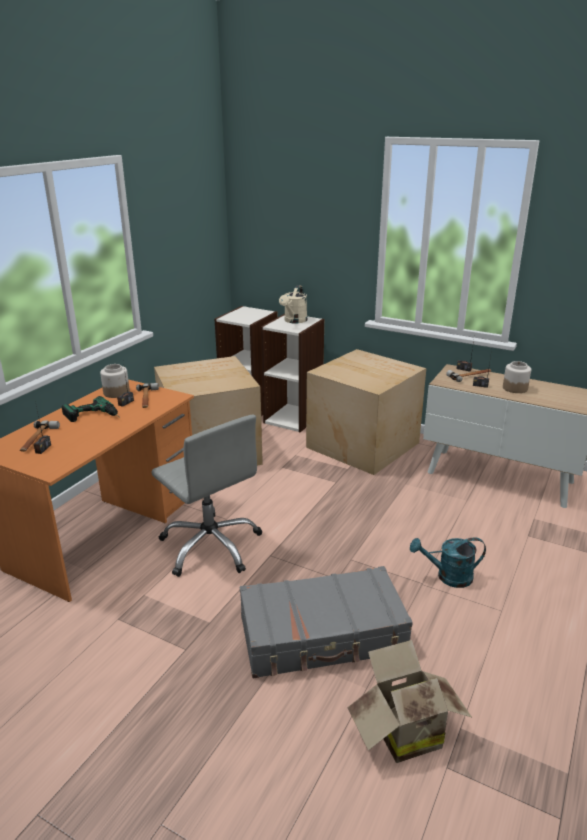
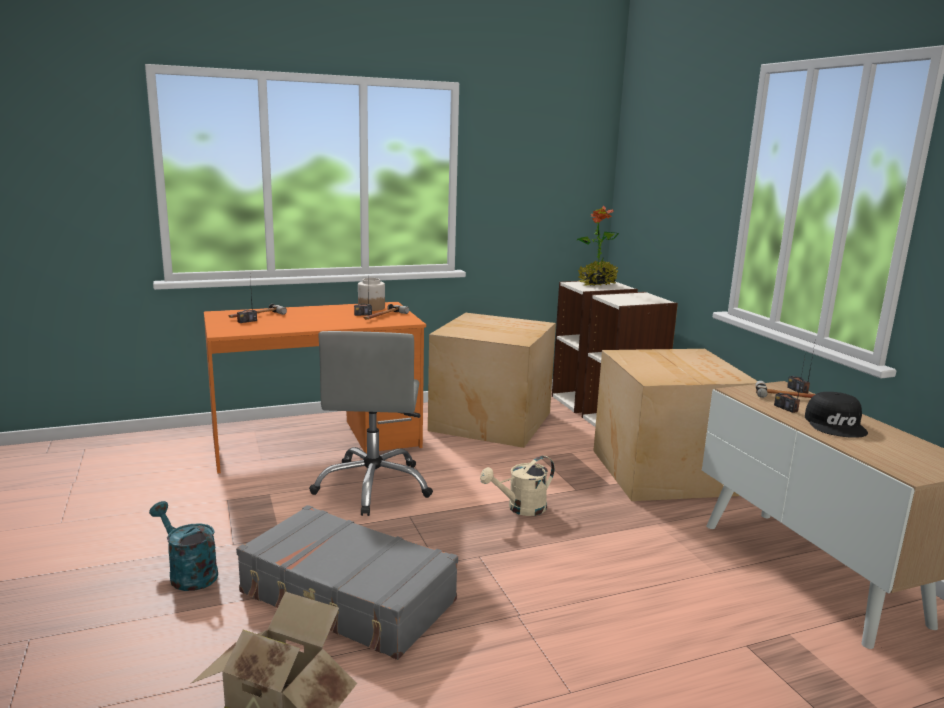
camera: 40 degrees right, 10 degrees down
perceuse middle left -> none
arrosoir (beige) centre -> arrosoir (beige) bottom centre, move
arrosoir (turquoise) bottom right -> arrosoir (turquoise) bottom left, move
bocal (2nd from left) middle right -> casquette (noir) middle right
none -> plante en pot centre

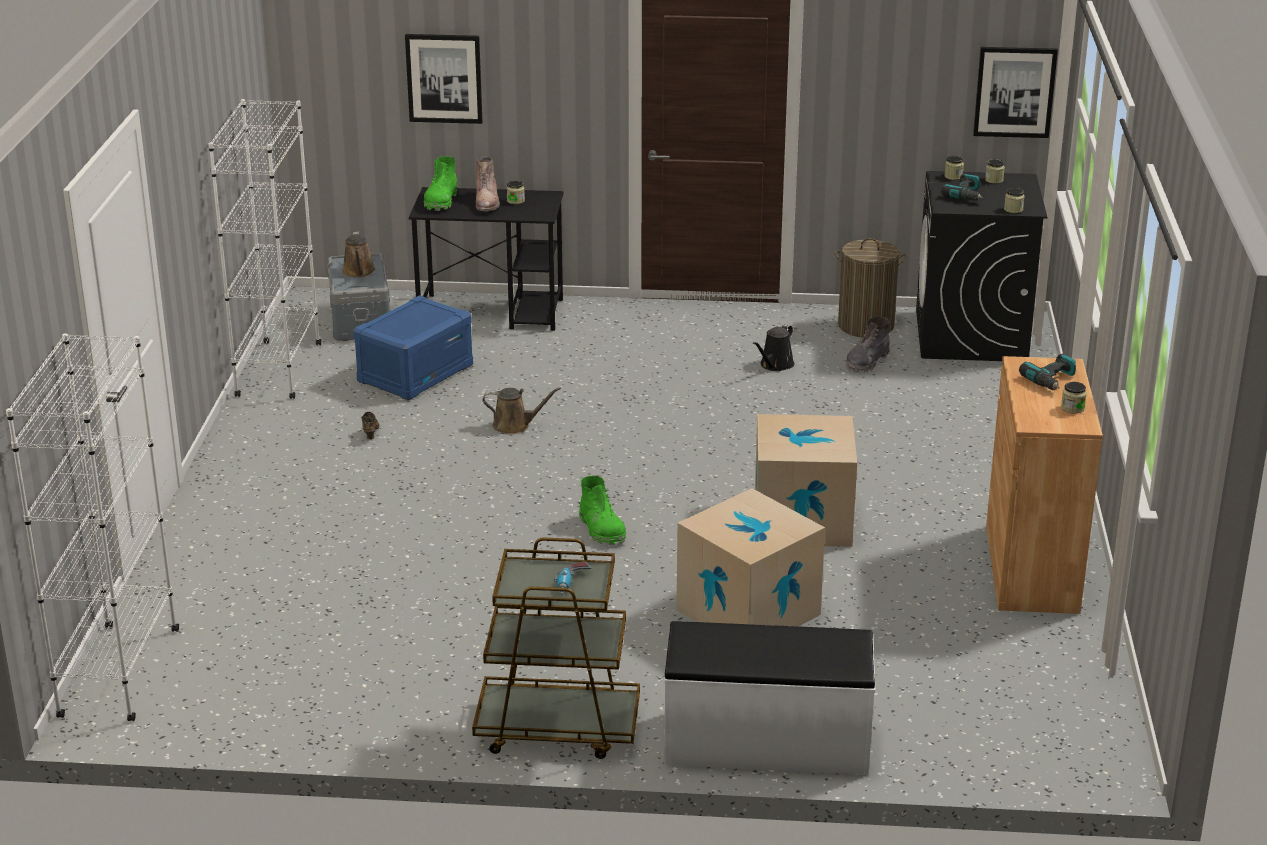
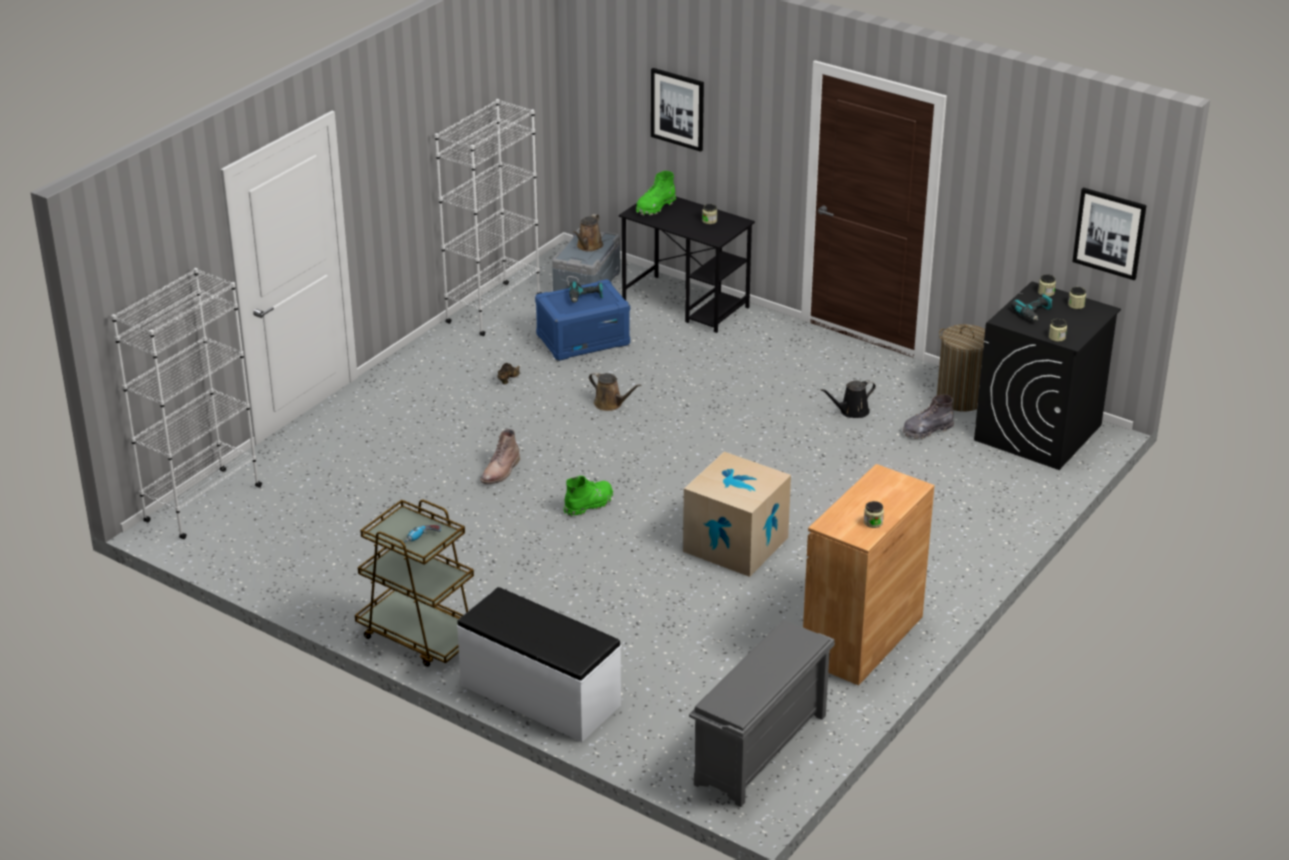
camera: 30 degrees right, 5 degrees up
botte (marron) top centre -> botte (marron) centre, move
botte (vert) (2nd from left in the first image) centre -> botte (vert) (1st from left) centre, 135 degrees counterclockwise
carton (1st from left) centre -> none
perceuse (3rd from left in the first image) middle right -> perceuse (2nd from left) centre, move
none -> étagère à chaussures (gris) bottom centre

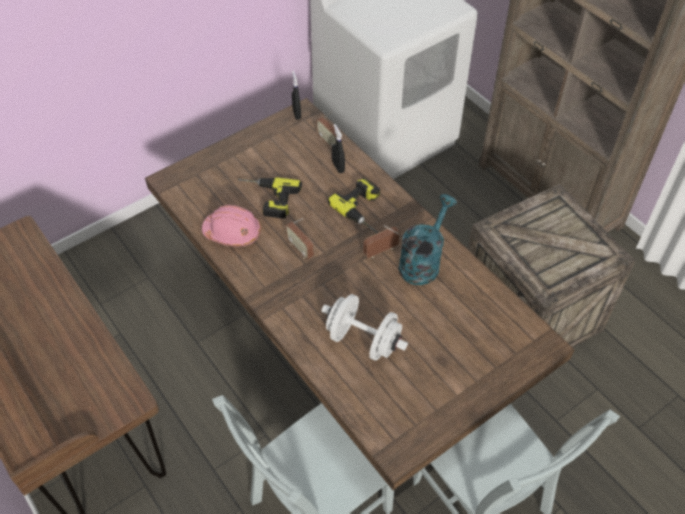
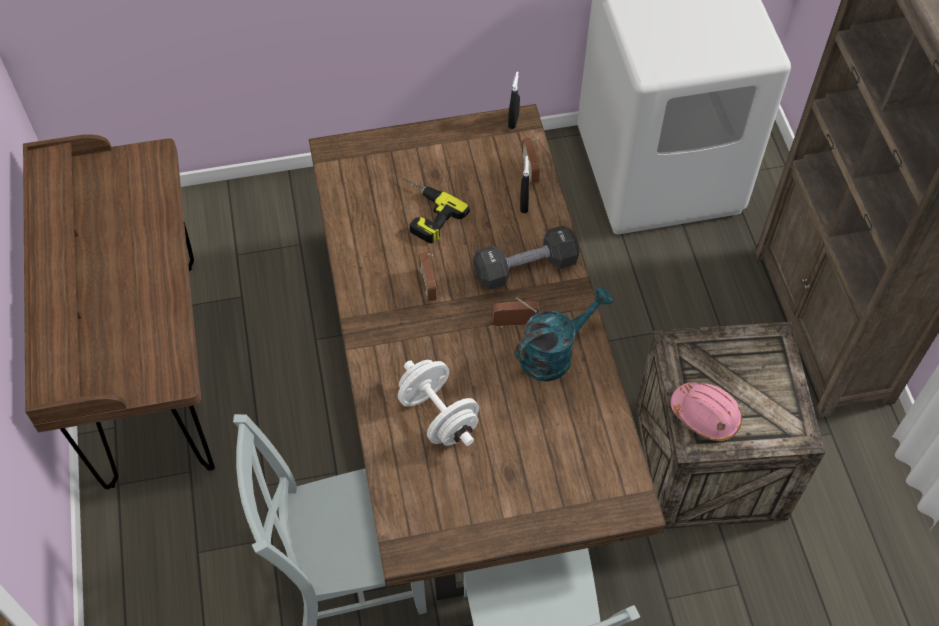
camera: 25 degrees right, 5 degrees up
casque de chantier (rose) centre -> casque de chantier (rose) middle right, move
perceuse (2nd from left) centre -> haltère (noir) centre

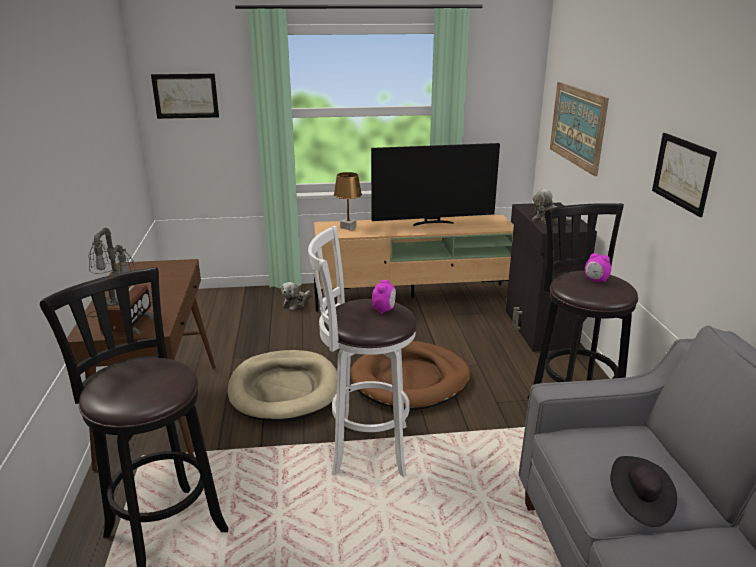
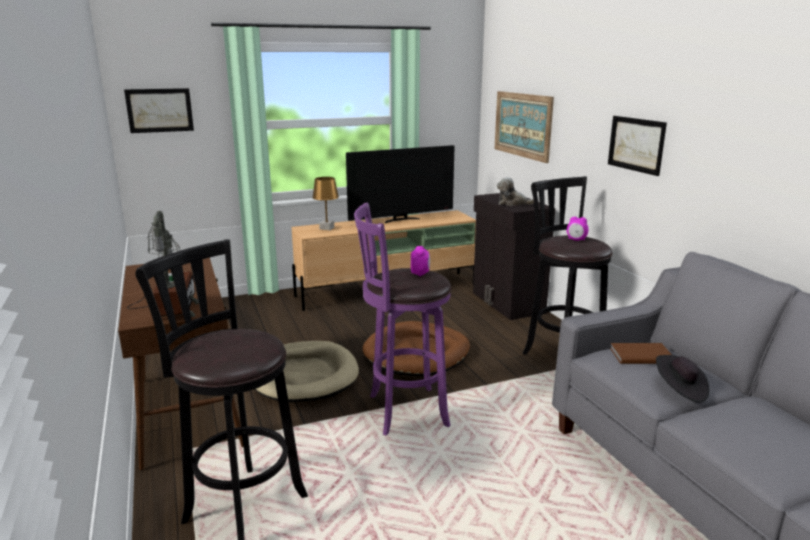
camera: 15 degrees left, 5 degrees down
peluche (1st from left) centre -> none
tabouret (blanc) centre -> tabouret (violet) centre
none -> livre (marron) middle right

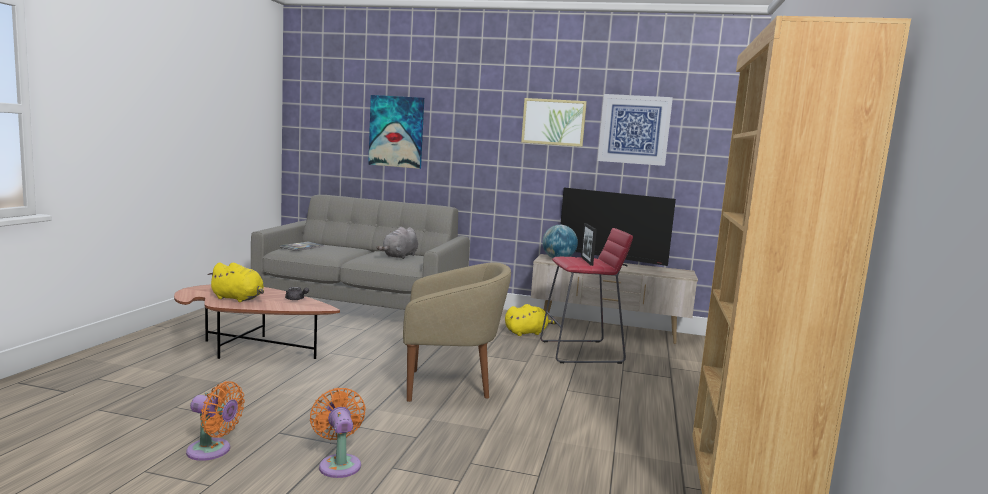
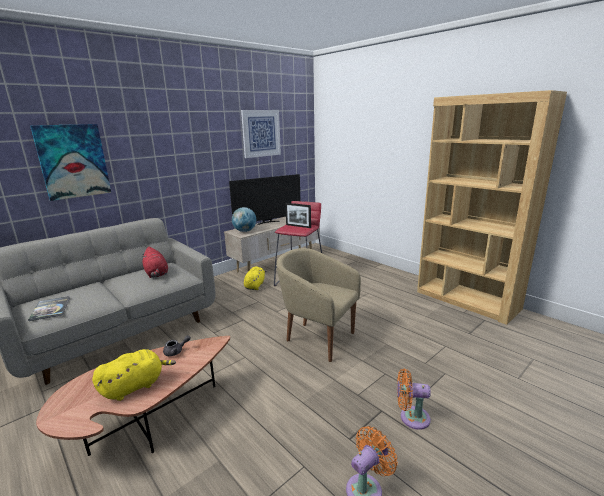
camera: 55 degrees left, 10 degrees up
peluche (gris) centre -> peluche (rouge) middle left
fauteuil (beige) bottom centre -> fauteuil (beige) centre, 90 degrees counterclockwise
tableau (2nd from left) top centre -> none

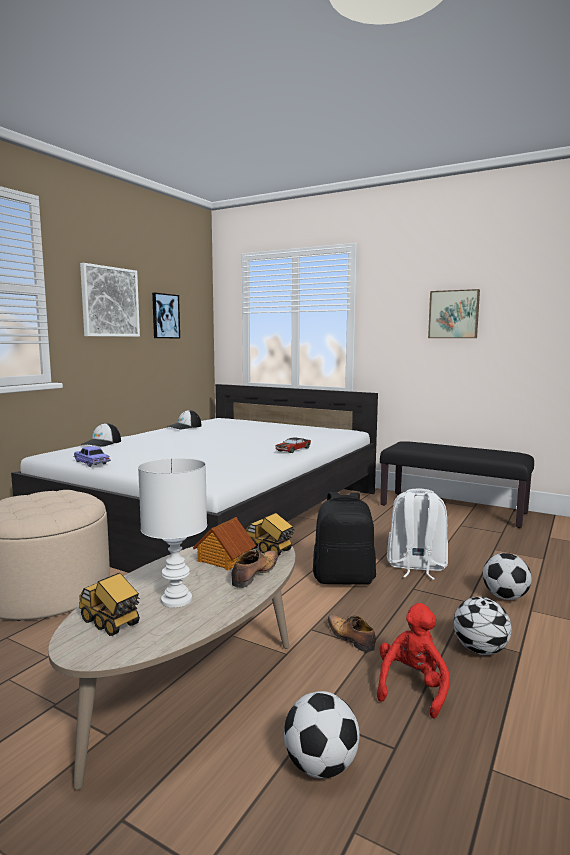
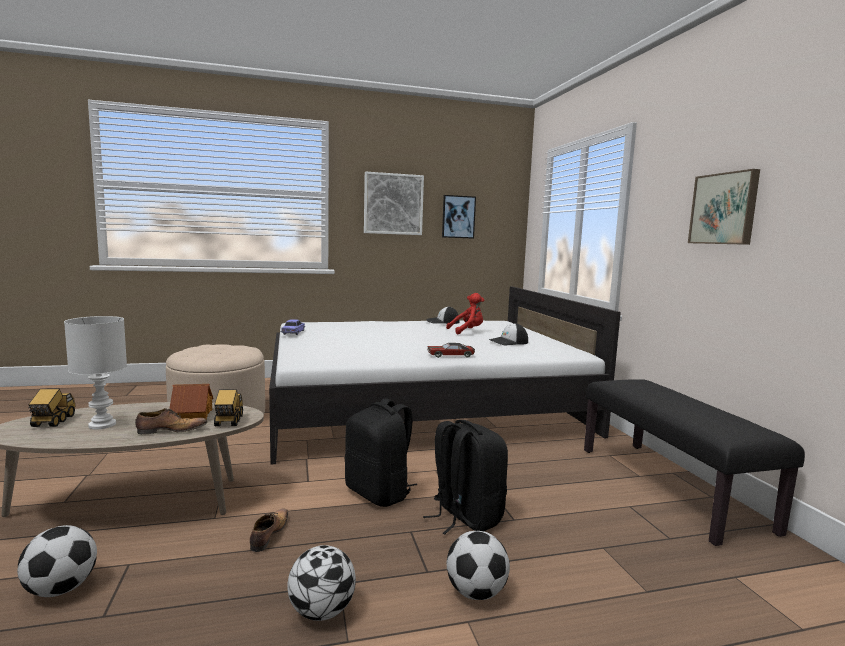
camera: 45 degrees right, 0 degrees up
casquette (1st from left in the first image) middle left -> casquette (2nd from left) centre, move
peluche (rouge) bottom right -> peluche (rouge) centre, move
sac à dos (blanc) middle right -> sac à dos (noir) (2nd from left) bottom centre

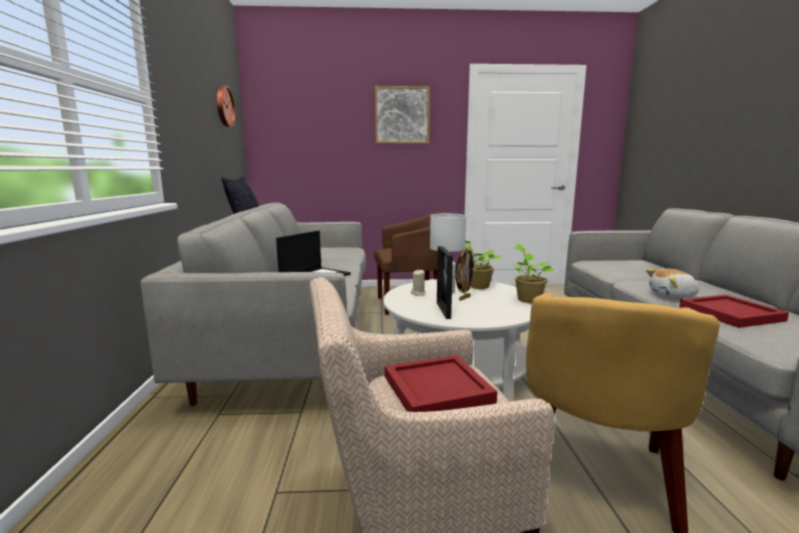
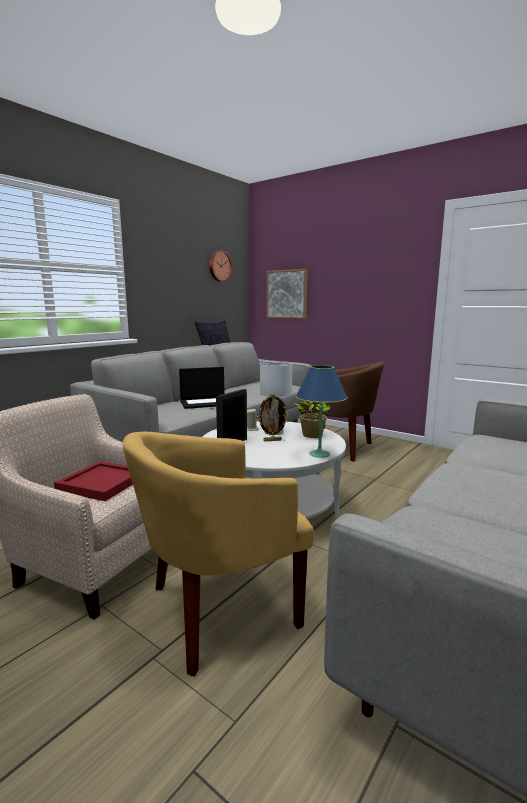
camera: 40 degrees right, 0 degrees up
tableau top centre -> tableau centre, move
plante en pot (2nd from left) middle right -> lampe de table (bleu) centre
peluche middle right -> none
plateau (rouge) (2nd from left) middle right -> none

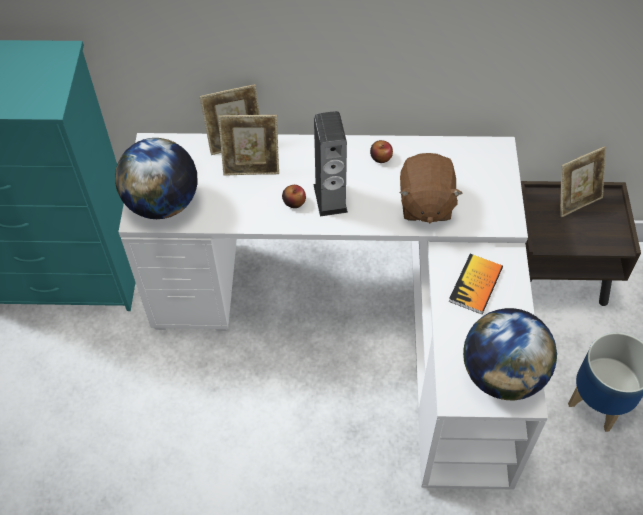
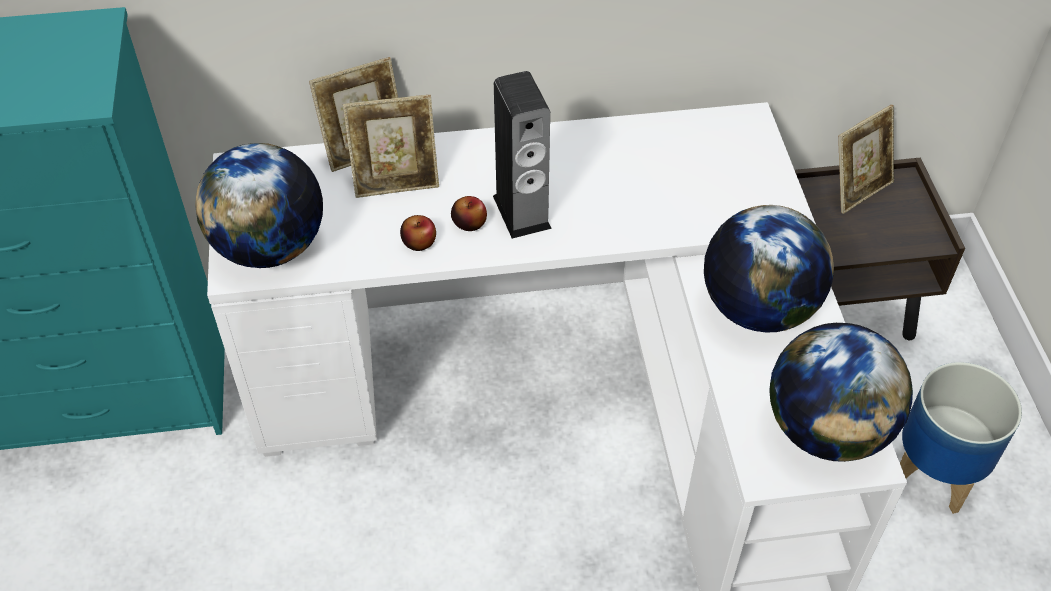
camera: 10 degrees left, 5 degrees down
pomme (2nd from left in the first image) top centre -> pomme (1st from left) centre, move
peluche (marron) middle right -> none
livre middle right -> globe (2nd from left) middle right

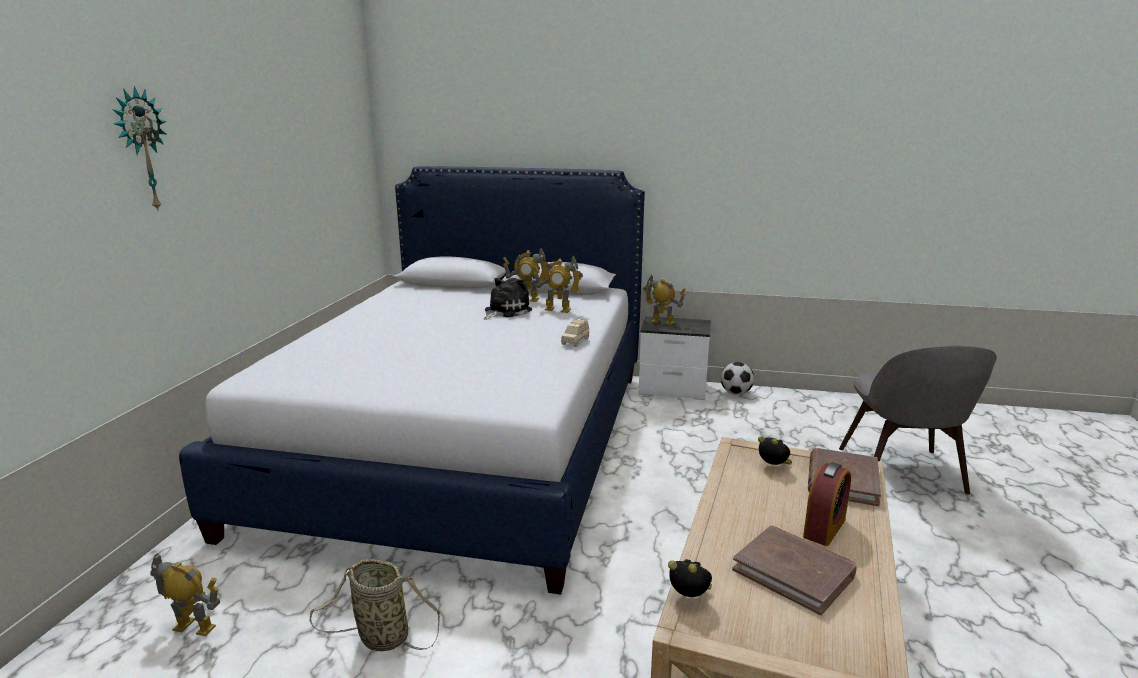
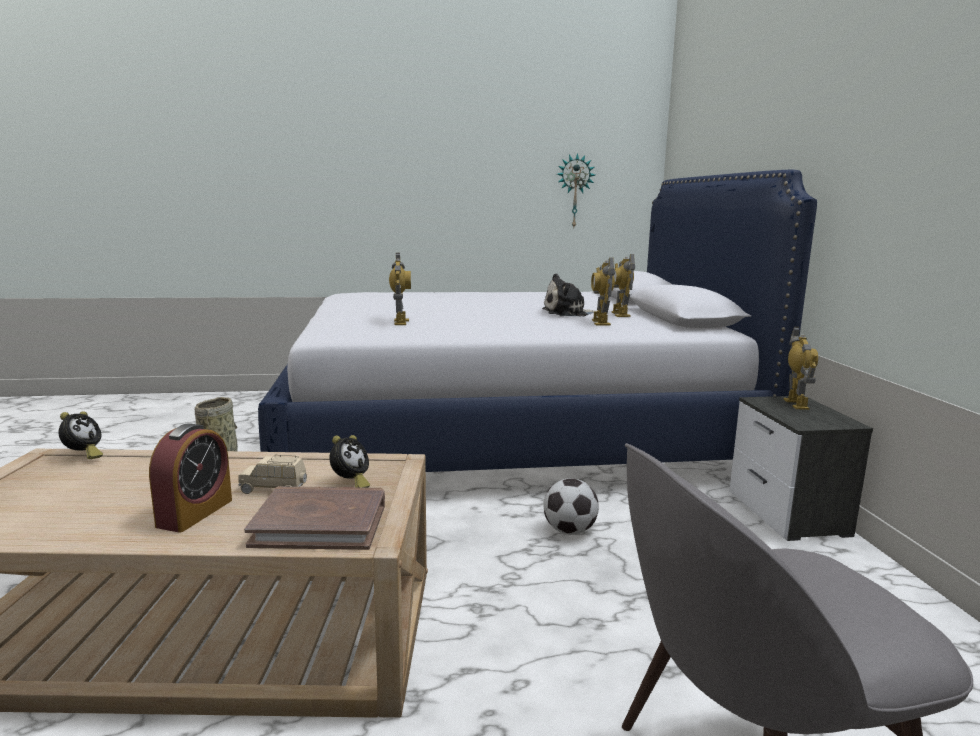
camera: 70 degrees right, 5 degrees down
horloge murale top left -> horloge murale top centre, move
robot jouet (1st from left) bottom left -> robot jouet (1st from left) centre, move
peluche centre, 150 degrees clockwise
petite voiture (beige) centre -> petite voiture (beige) middle left, move
ballon de foot centre -> ballon de foot bottom centre, move
livre (marron) (1st from left) bottom right -> none
réveil (3rd from left in the first image) bottom right -> réveil (2nd from left) middle left, 90 degrees counterclockwise

